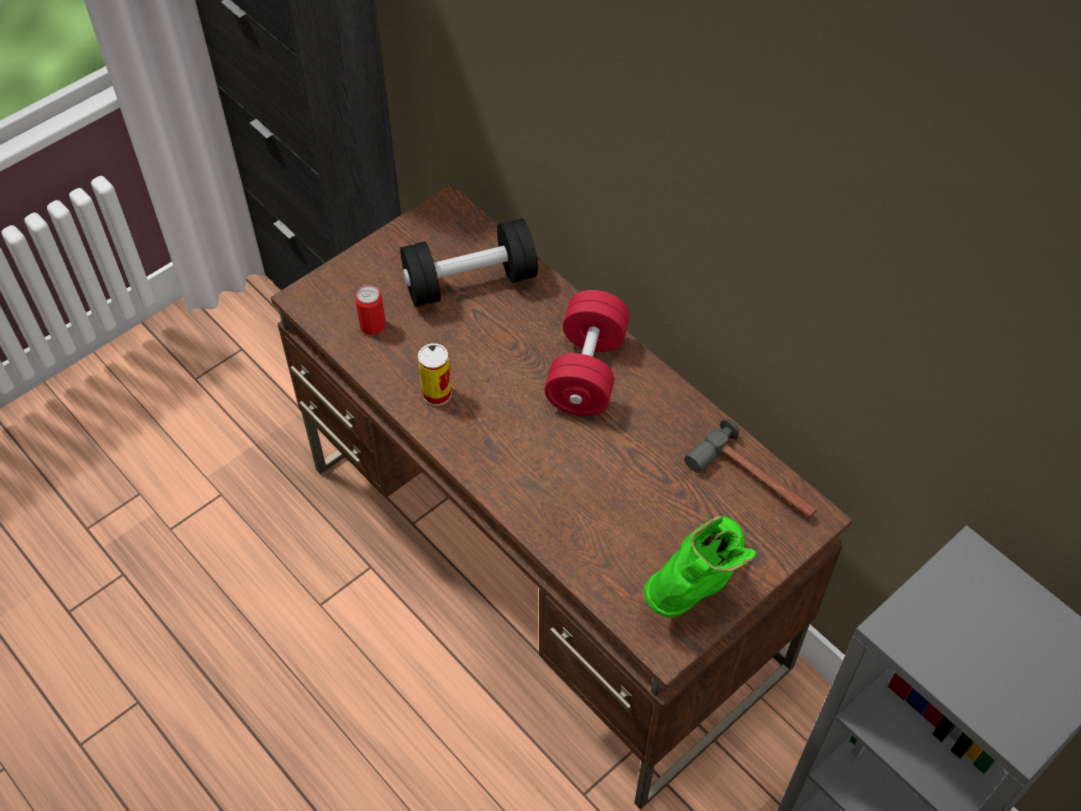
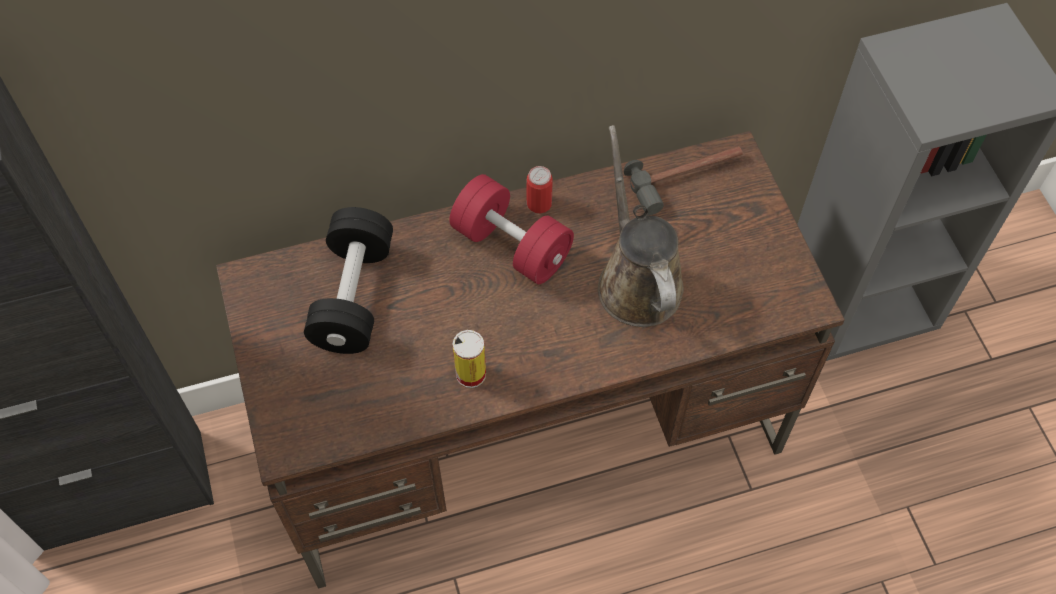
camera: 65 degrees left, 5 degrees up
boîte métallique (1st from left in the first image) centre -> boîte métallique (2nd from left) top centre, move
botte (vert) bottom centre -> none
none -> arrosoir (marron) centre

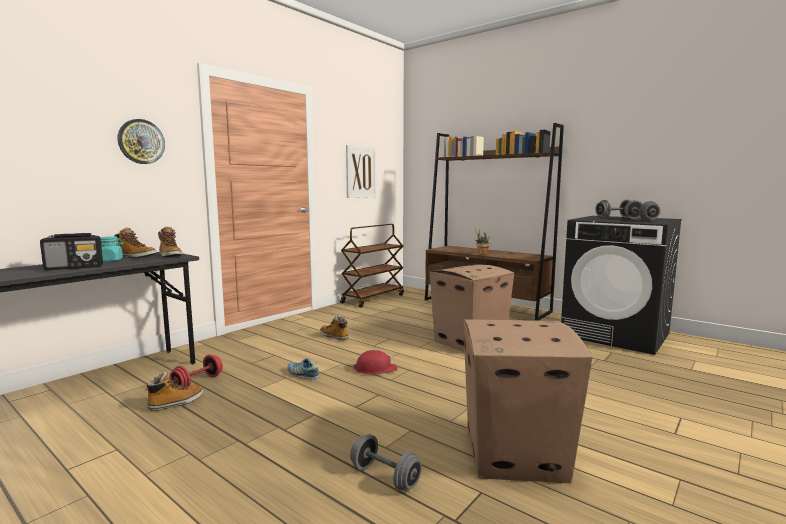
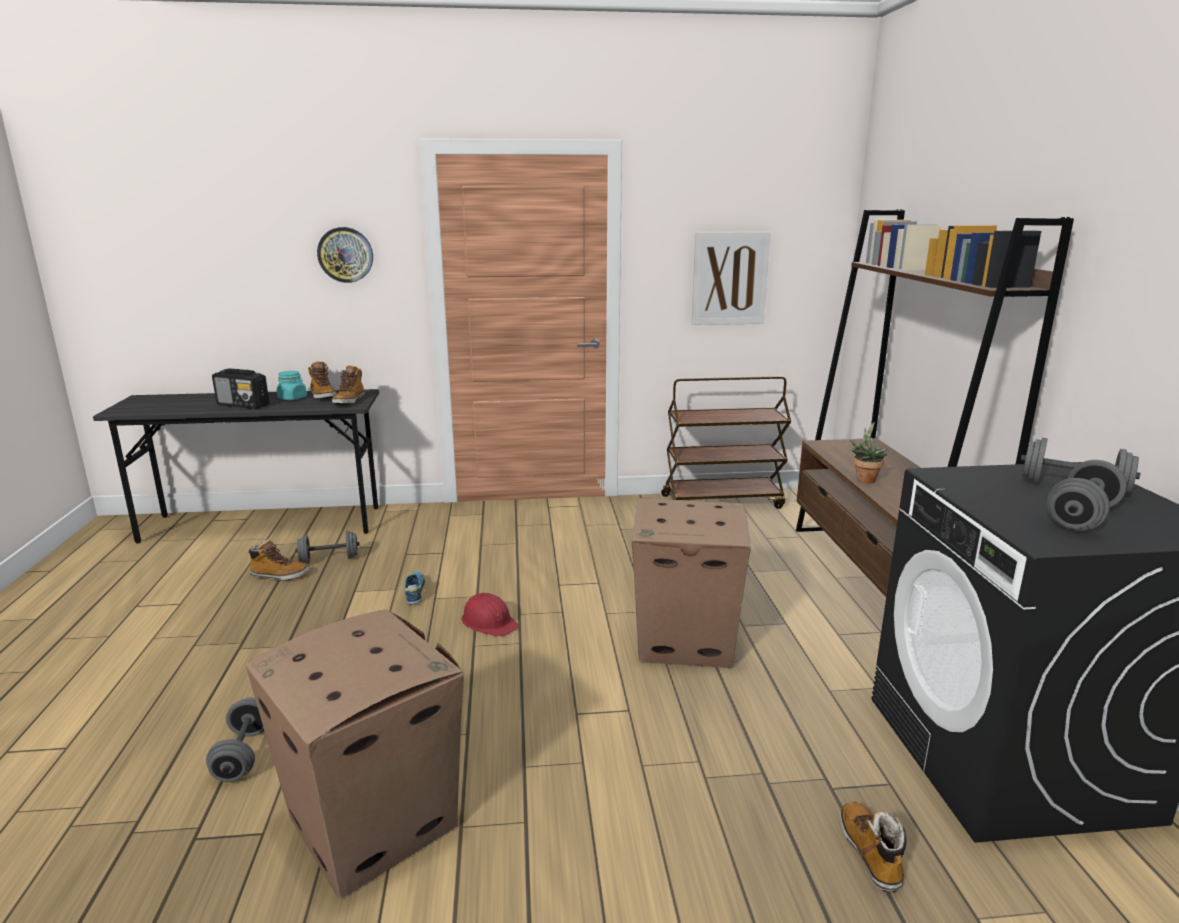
camera: 45 degrees right, 10 degrees up
haltère (rouge) bottom left -> haltère (gris) (2nd from left) middle left
botte (4th from left) centre -> botte (4th from left) bottom right, move

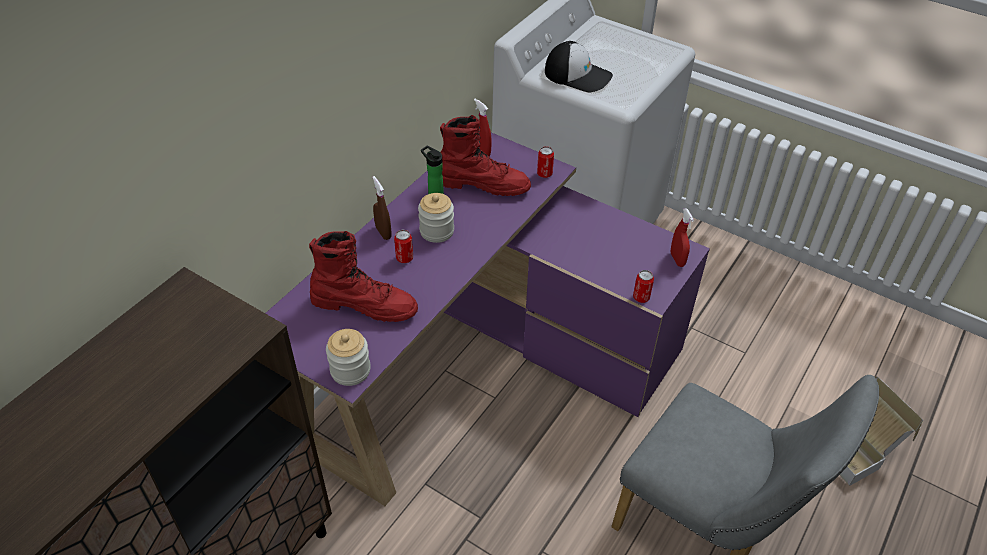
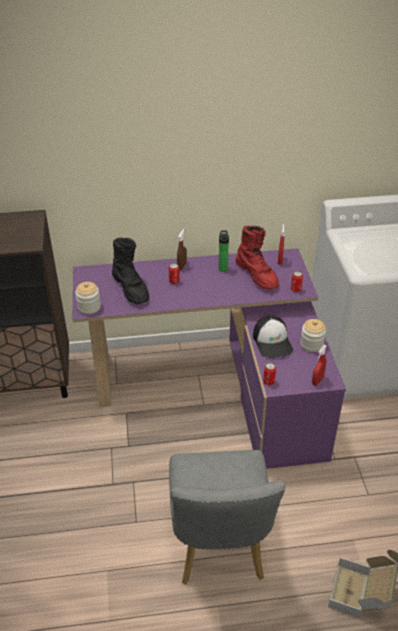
camera: 50 degrees right, 5 degrees down
botte (rouge) (1st from left) centre -> botte (noir) middle left
bocal (2nd from left) centre -> bocal (2nd from left) middle right, move
casquette top centre -> casquette middle right, move

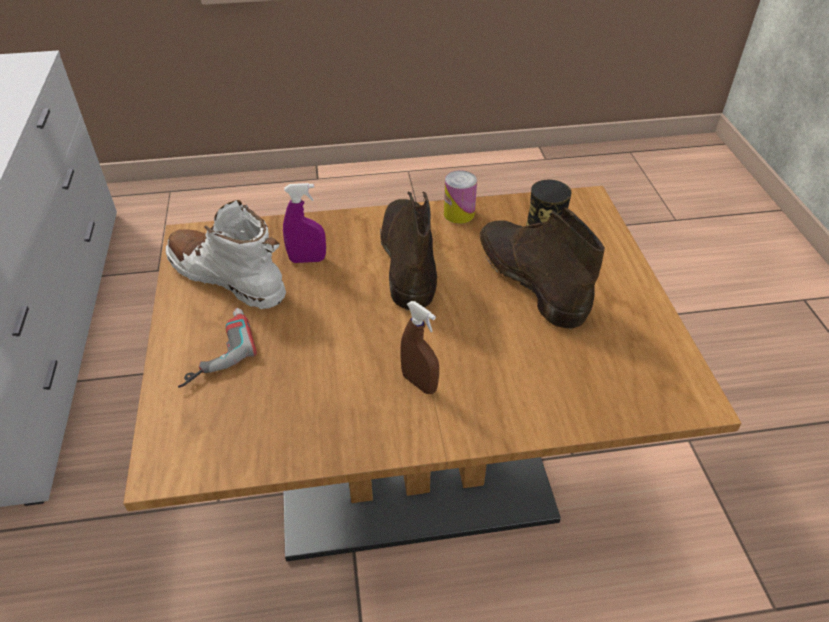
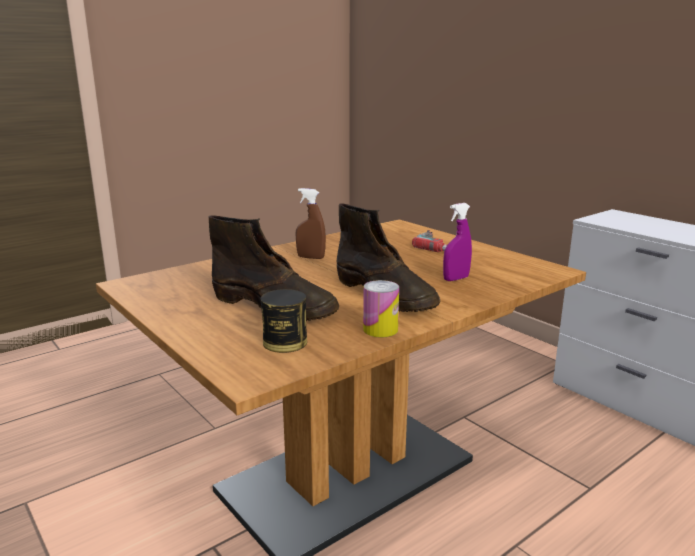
camera: 150 degrees right, 25 degrees down
botte (blanc) middle left -> none

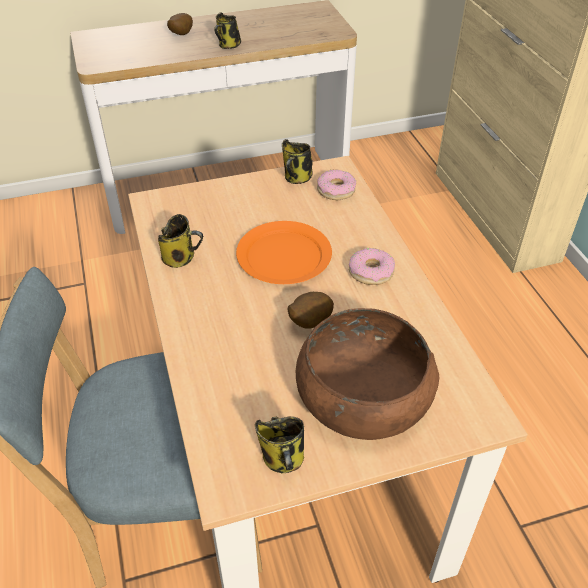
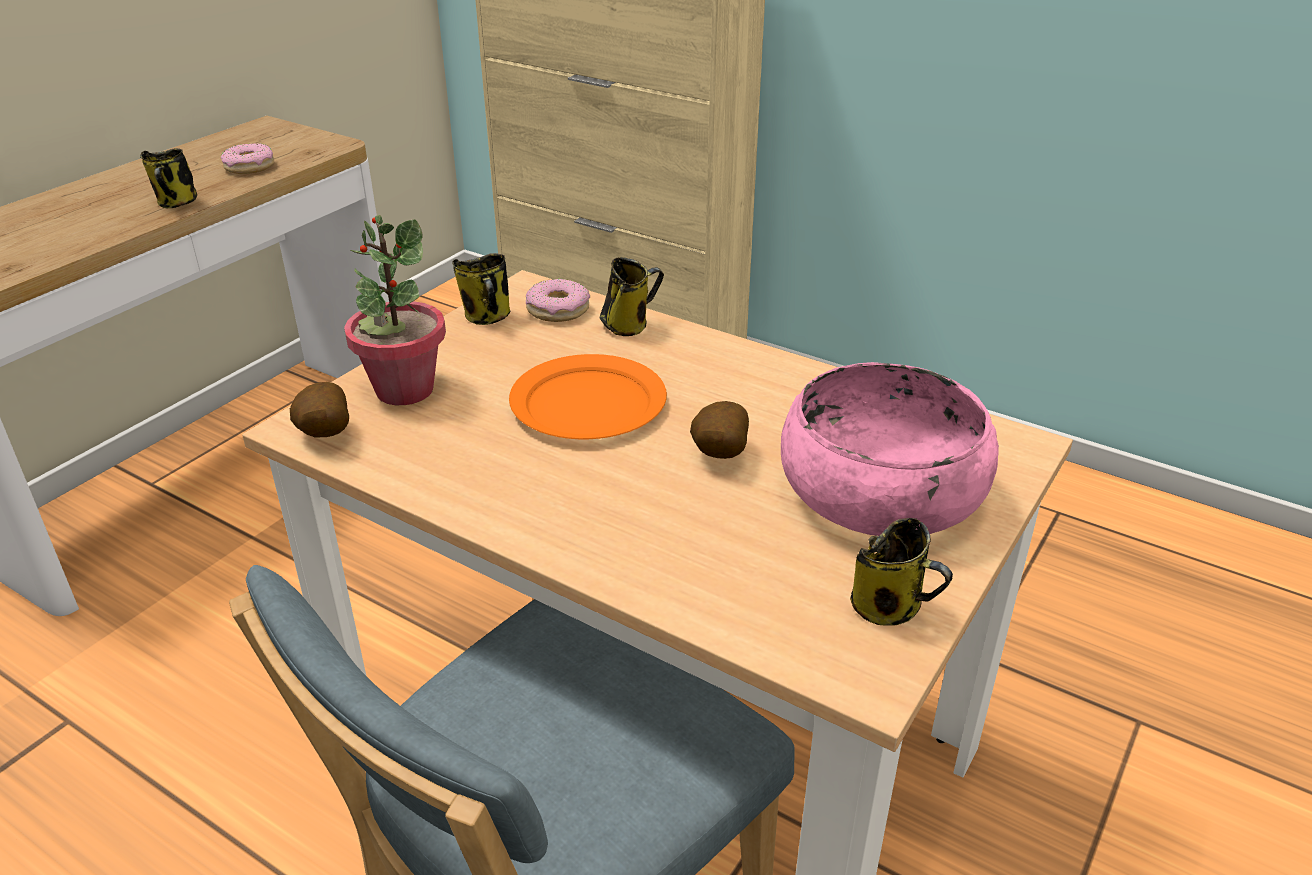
camera: 40 degrees left, 10 degrees down
mug (1st from left in the first image) middle left -> mug (3rd from left) centre, move
pomme de terre (1st from left) top left -> pomme de terre (1st from left) middle left, move
bol (marron) centre -> bol (rose) middle right
beignet (2nd from left in the first image) centre -> beignet (1st from left) top left, move
none -> plante en pot middle left

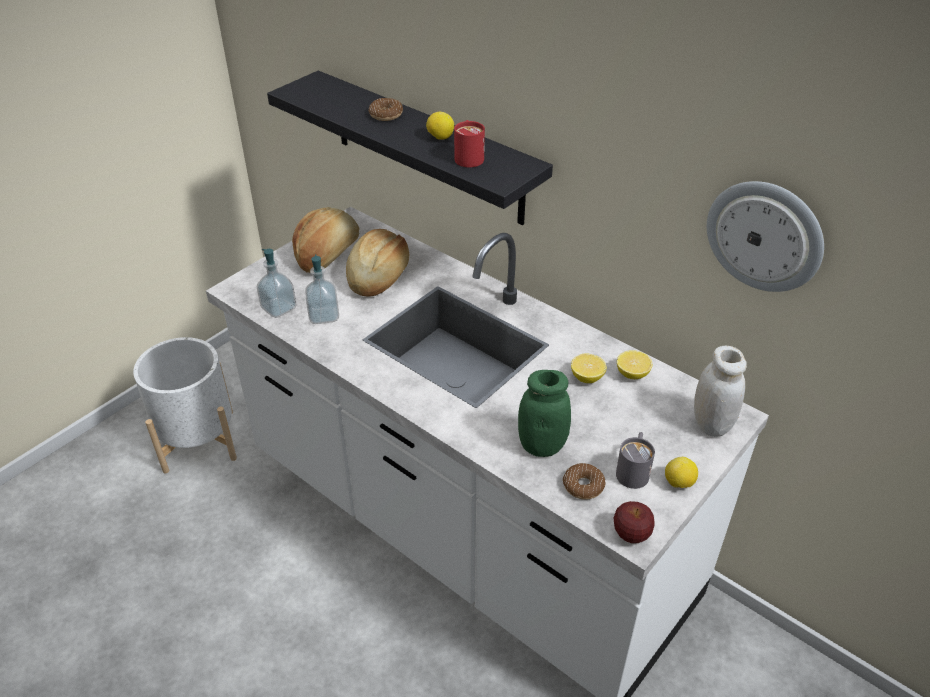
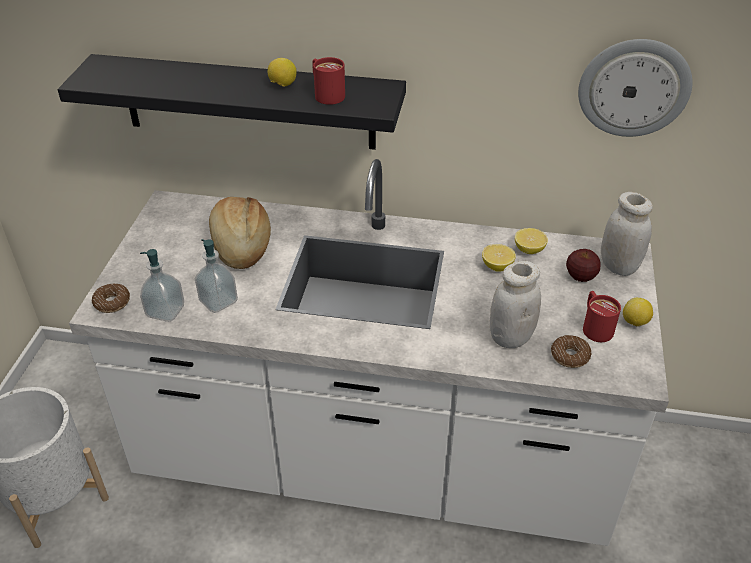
camera: 30 degrees left, 0 degrees up
pain (1st from left) centre -> none
beignet (1st from left) top centre -> beignet (1st from left) middle left, move
bocal (vert) centre -> bocal (blanc) (1st from left) middle right
pomme bottom right -> pomme middle right, move
mug (gris) middle right -> mug (rouge) (2nd from left) middle right

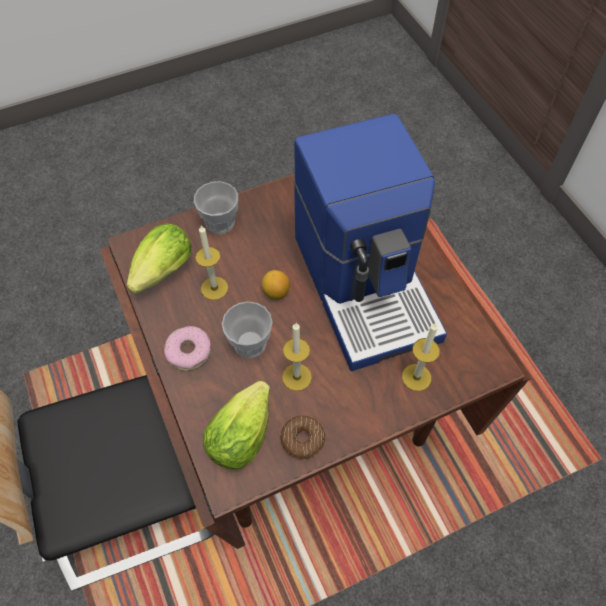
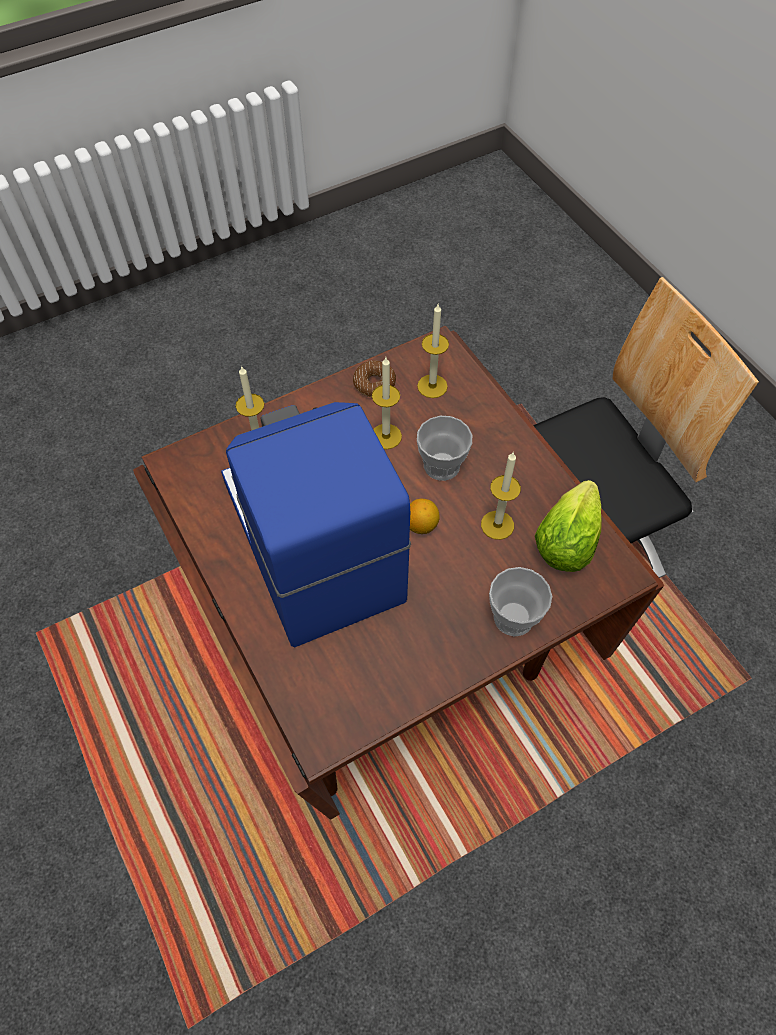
camera: 175 degrees right, 0 degrees up
beignet (1st from left) middle left -> none
laitue (2nd from left) bottom centre -> bougie (3rd from left) centre

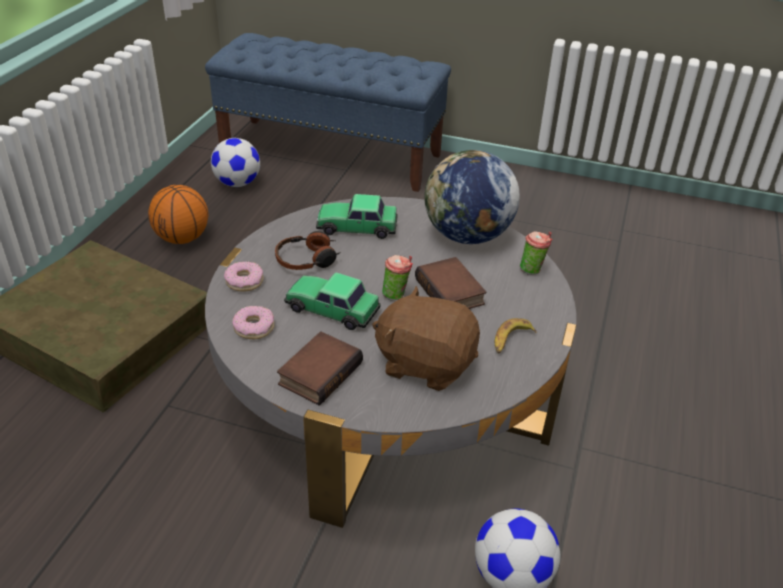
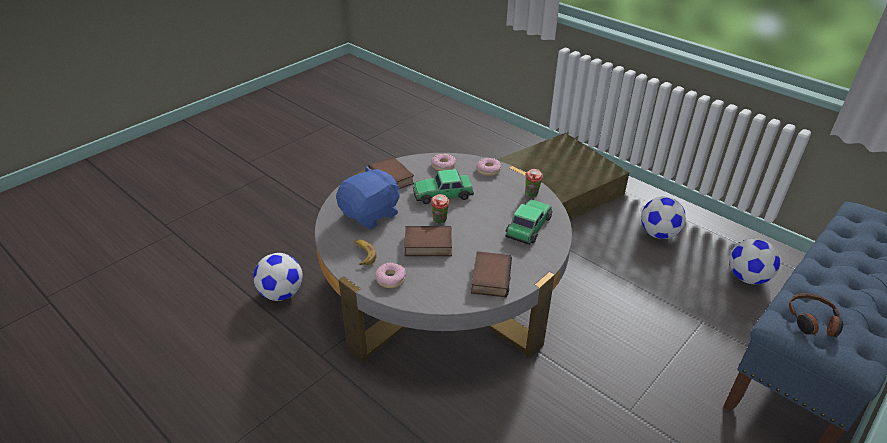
camera: 115 degrees right, 0 degrees up
ballon de basket middle left -> ballon de foot (2nd from left) middle right
casque audio centre -> casque audio bottom right, move
petite voiture (1st from left) centre, 150 degrees counterclockwise
peluche (marron) centre -> peluche (bleu) centre
globe centre -> livre (3rd from left) centre
tasse (2nd from left) middle right -> tasse (2nd from left) centre, move
none -> beignet (1st from left) centre

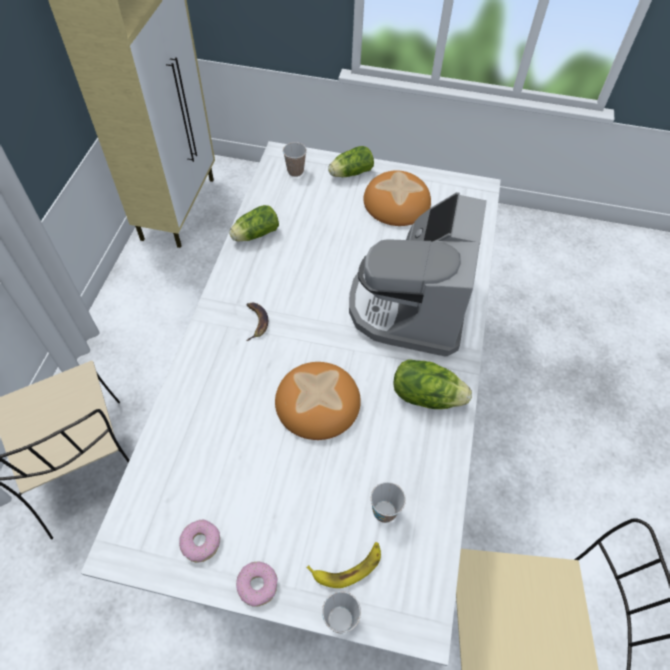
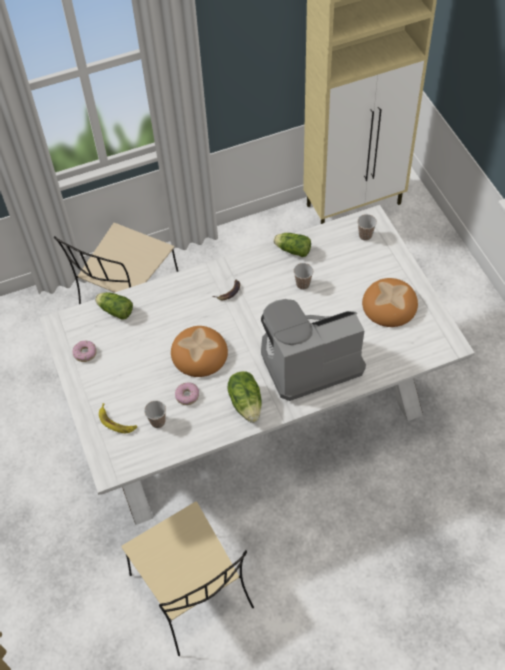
camera: 60 degrees right, 0 degrees up
beignet (2nd from left) bottom centre -> beignet (2nd from left) centre, move
tasse (2nd from left) bottom centre -> tasse (2nd from left) centre, move
laitue (2nd from left in the first image) top centre -> laitue (1st from left) middle left, move

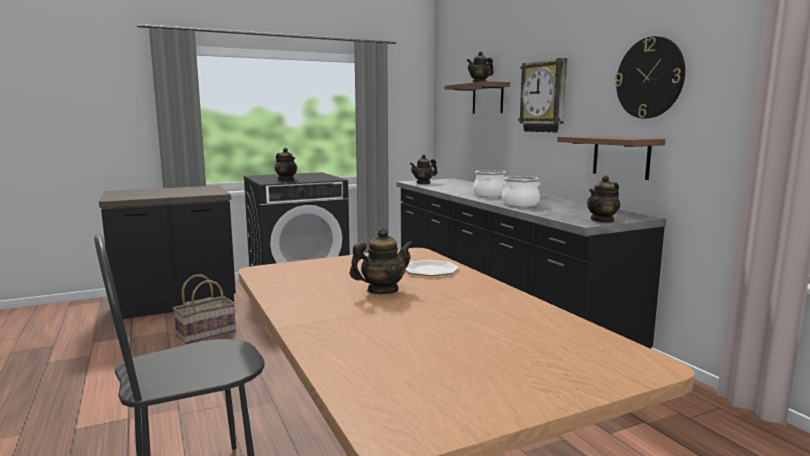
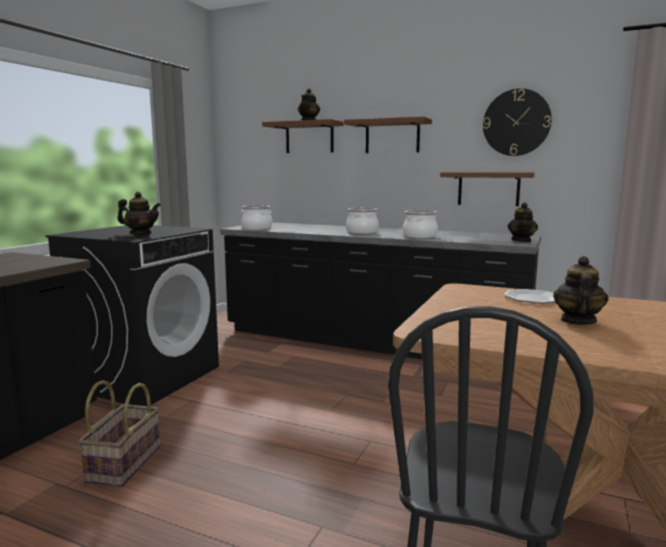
camera: 40 degrees left, 0 degrees up
théière (3rd from left) centre -> marmite (1st from left) centre
horloge murale (1st from left) top right -> étagère (marron) (2nd from left) top centre

